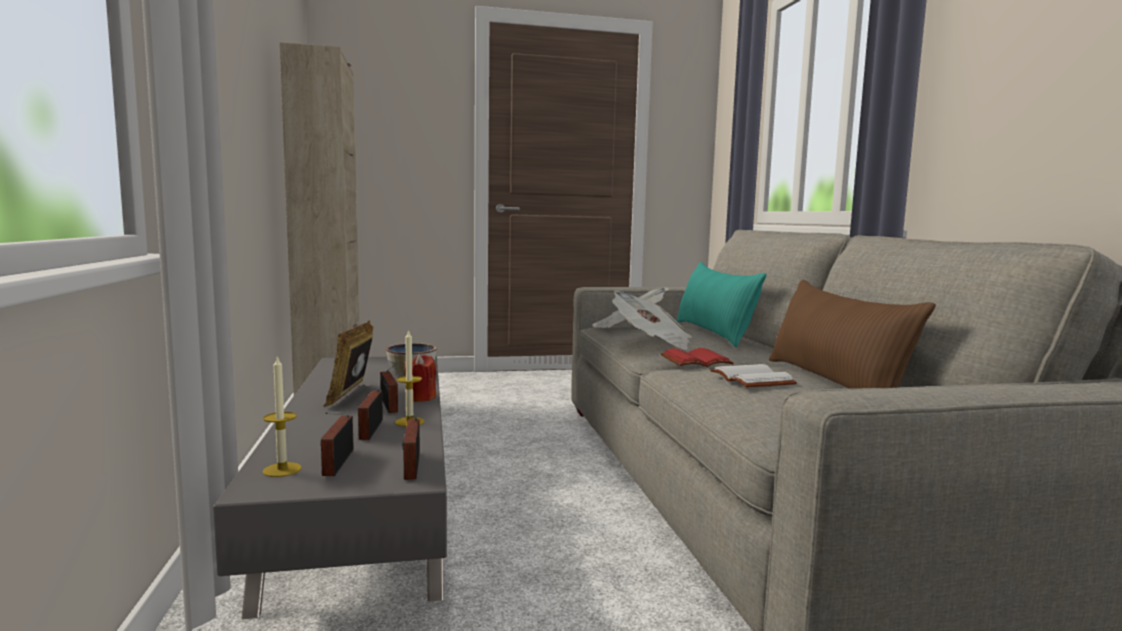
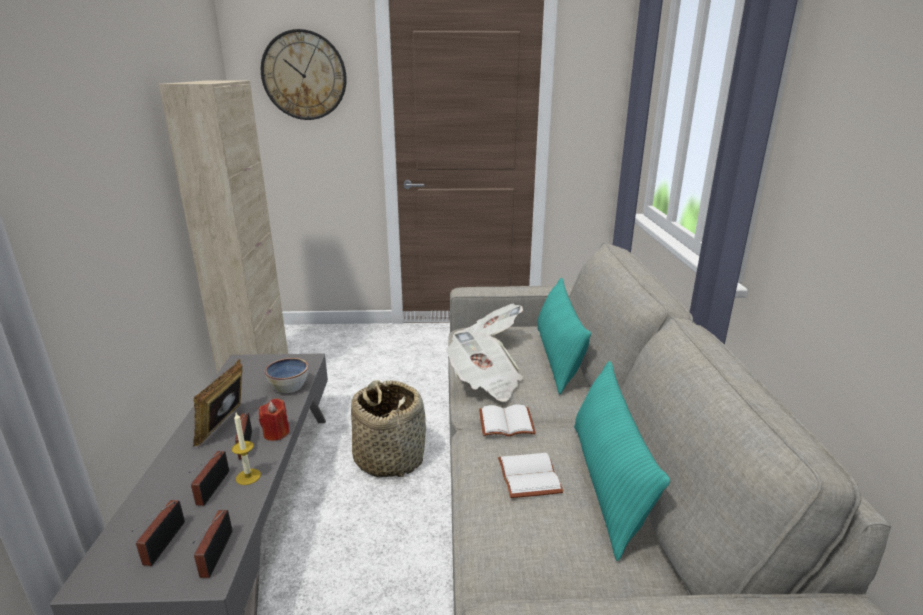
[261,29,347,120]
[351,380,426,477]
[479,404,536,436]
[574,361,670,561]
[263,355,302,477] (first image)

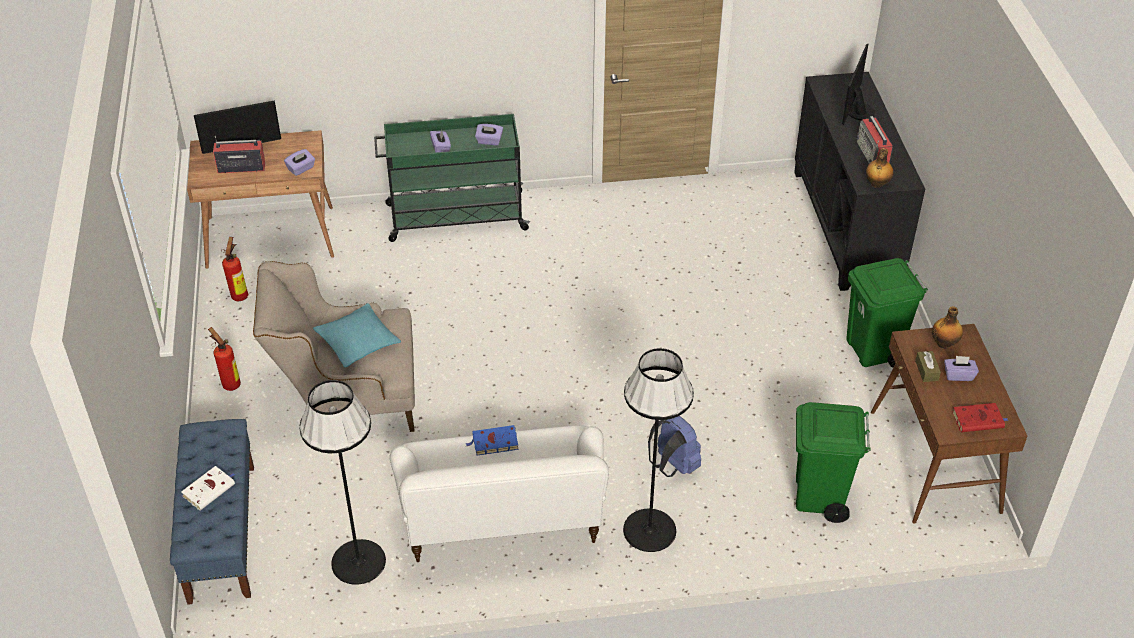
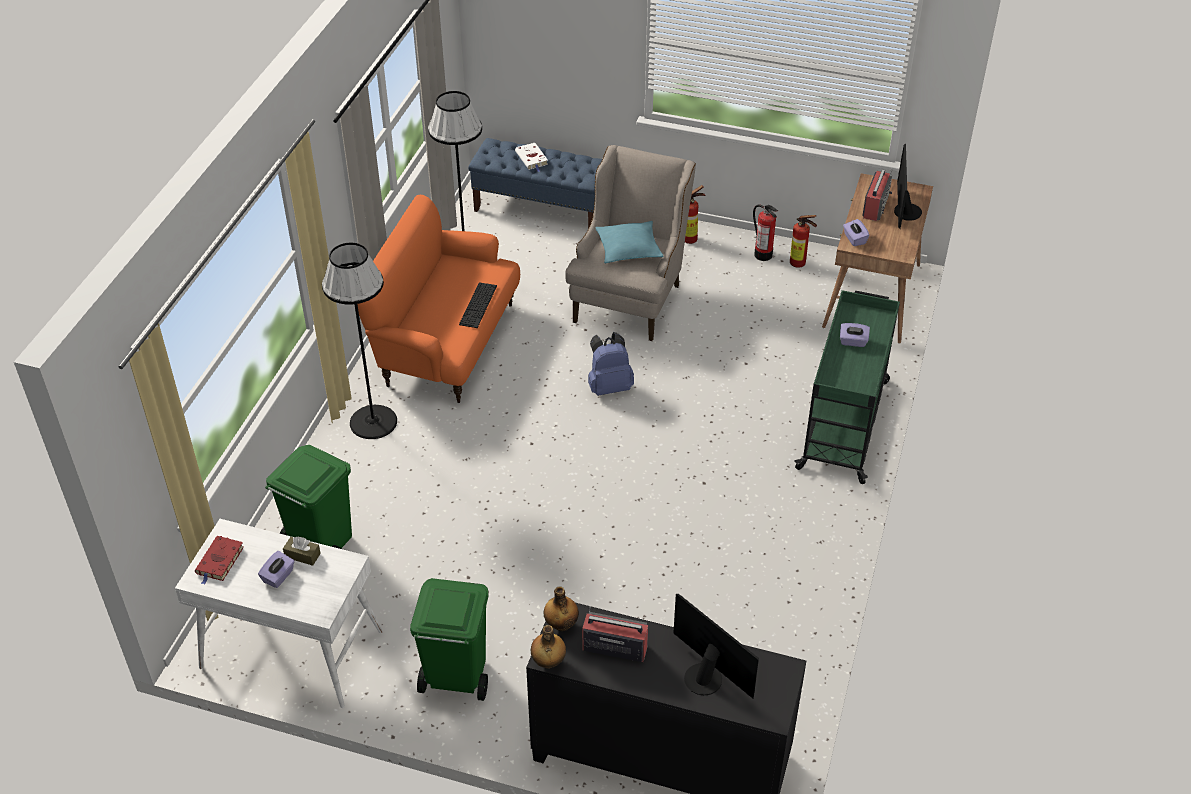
[175,519,383,708]
[358,195,520,403]
[459,282,497,328]
[531,625,566,669]
[588,332,634,396]
[753,204,778,261]
[475,124,503,145] (first image)

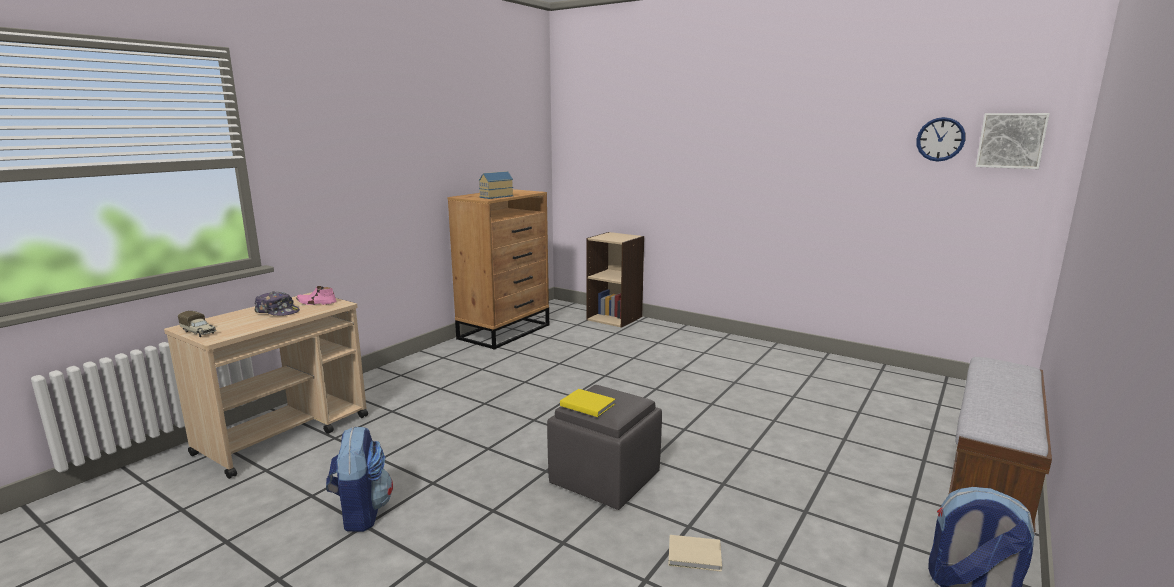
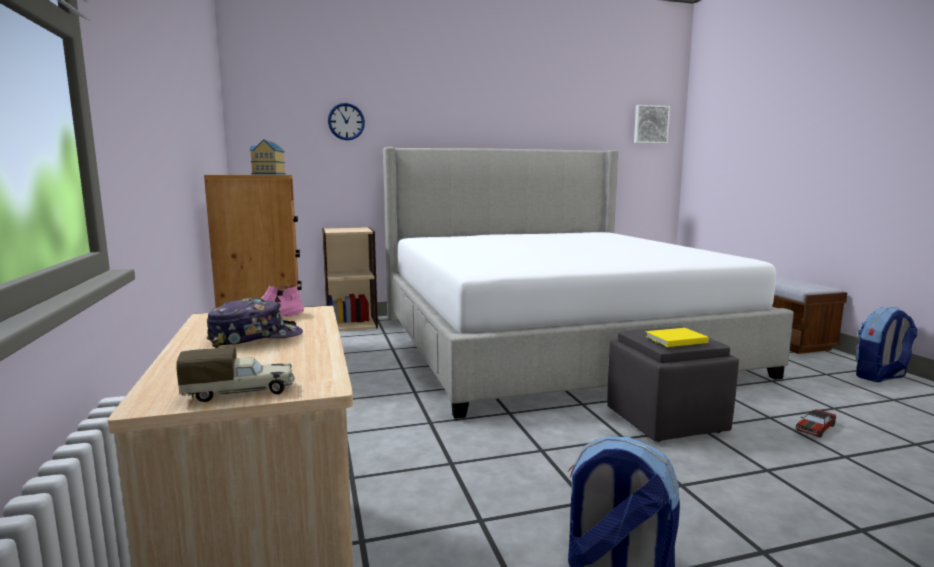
[328,103,365,140]
[383,147,794,419]
[796,409,836,438]

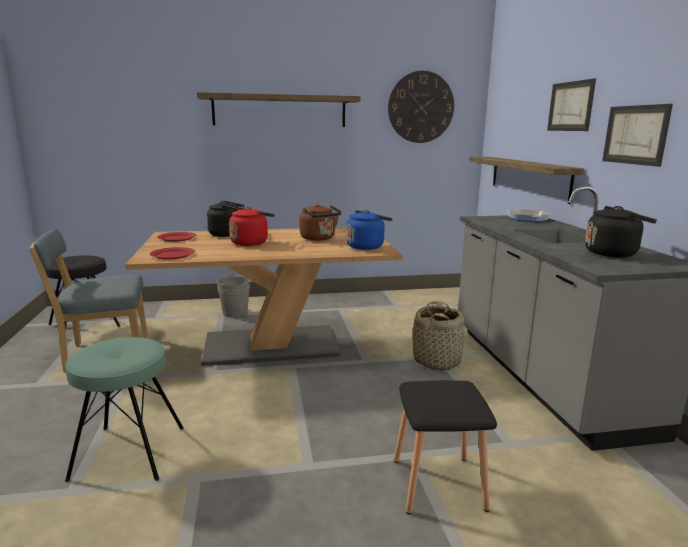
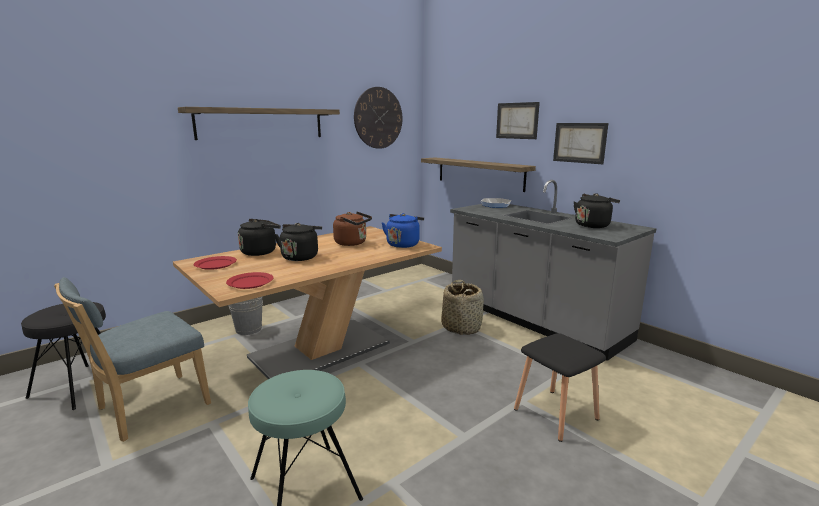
[274,223,322,261]

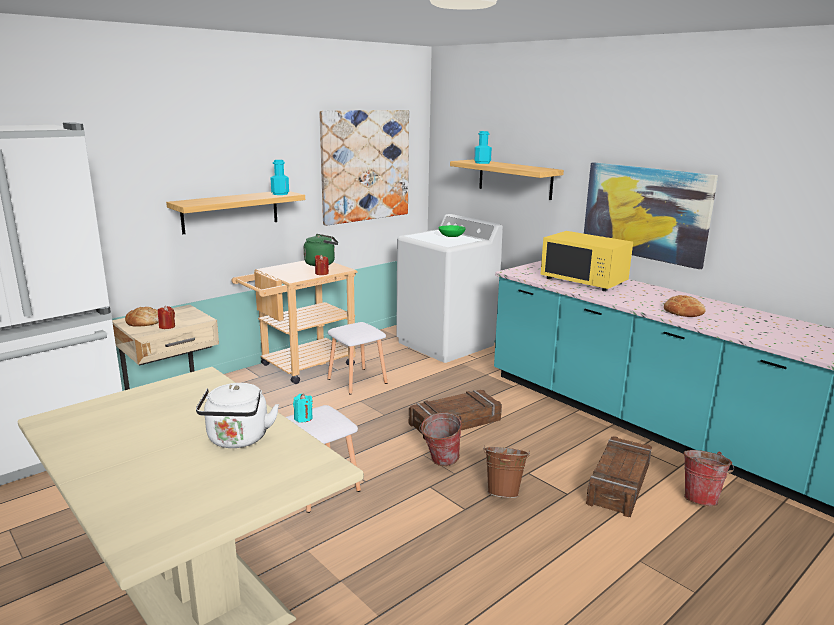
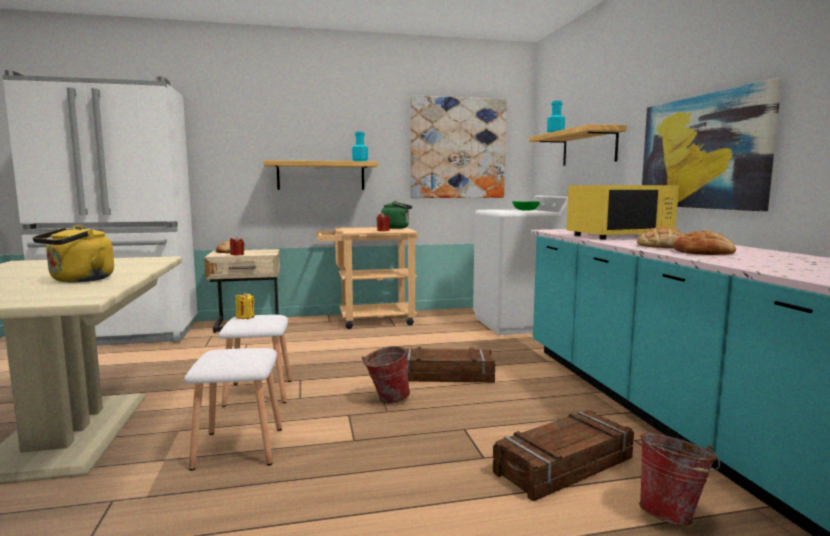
[32,225,114,282]
[184,348,282,470]
[235,292,255,319]
[566,185,679,240]
[637,226,686,248]
[483,445,530,498] (first image)

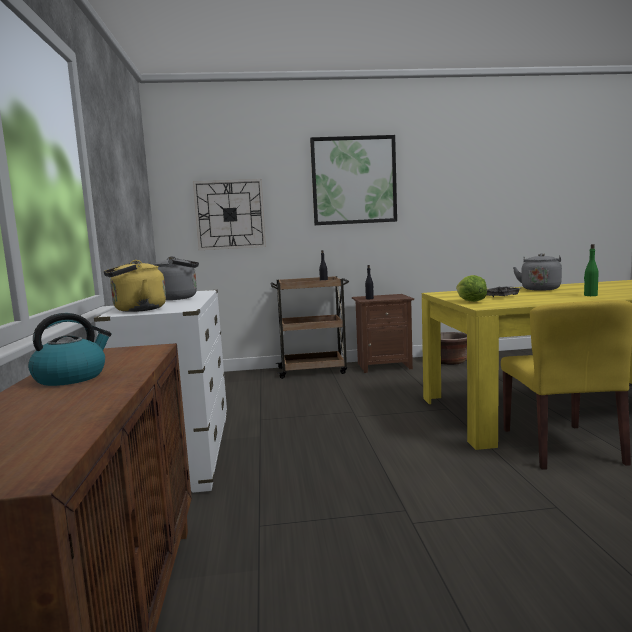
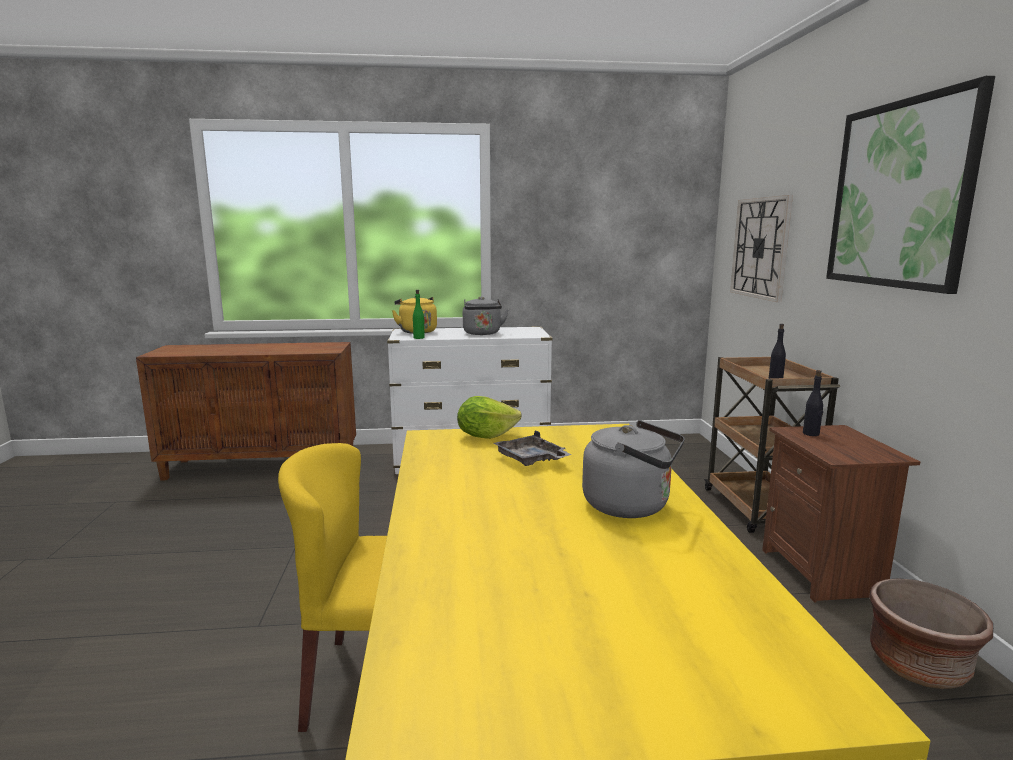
[413,290,425,339]
[28,313,111,386] (first image)

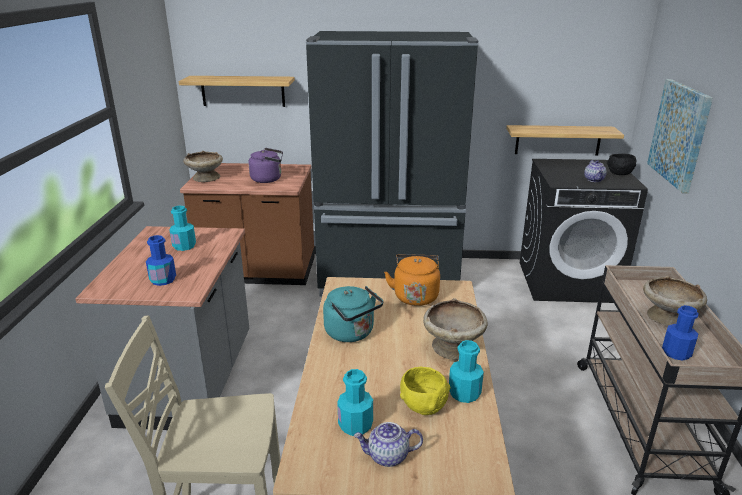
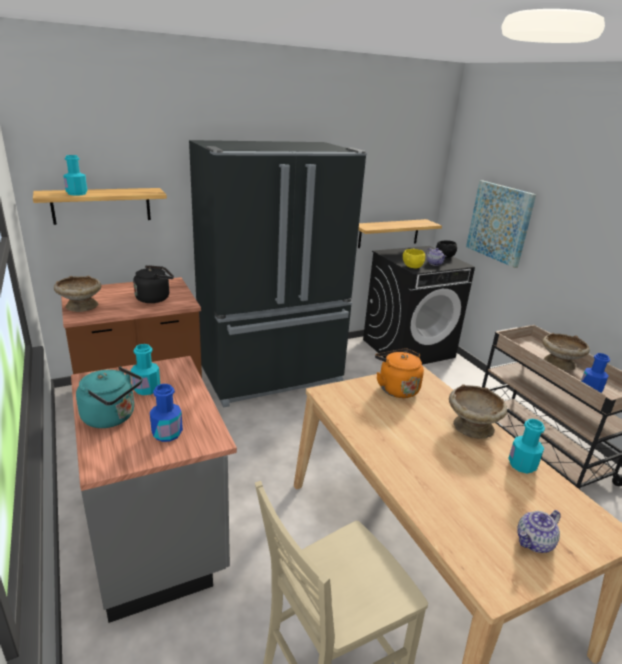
[63,155,88,196]
[76,366,142,428]
[133,265,174,303]
[403,249,425,268]

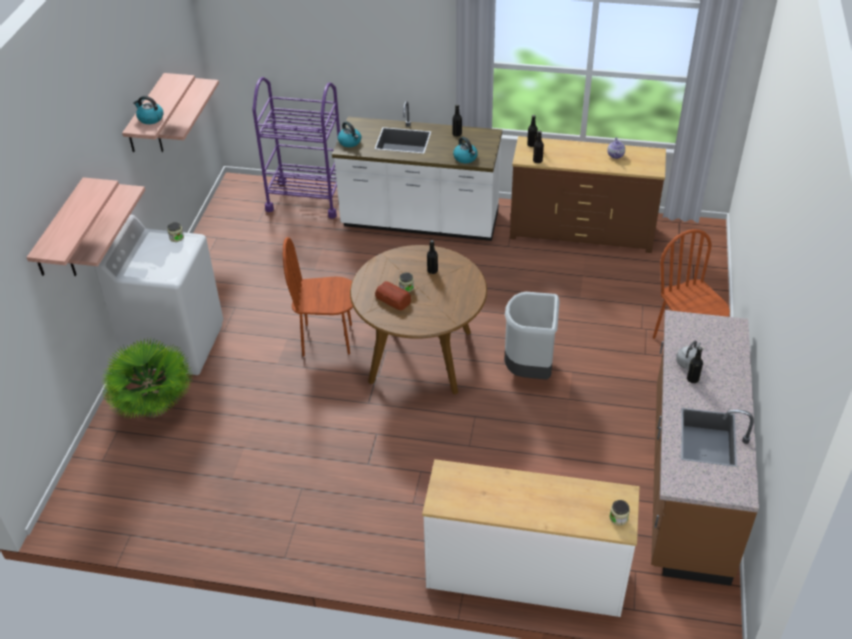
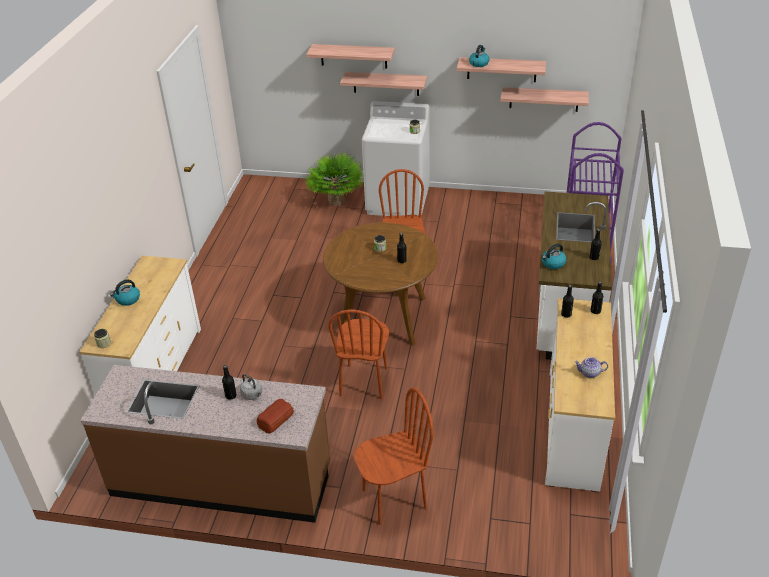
[110,280,140,306]
[256,399,294,434]
[328,309,389,399]
[545,298,615,492]

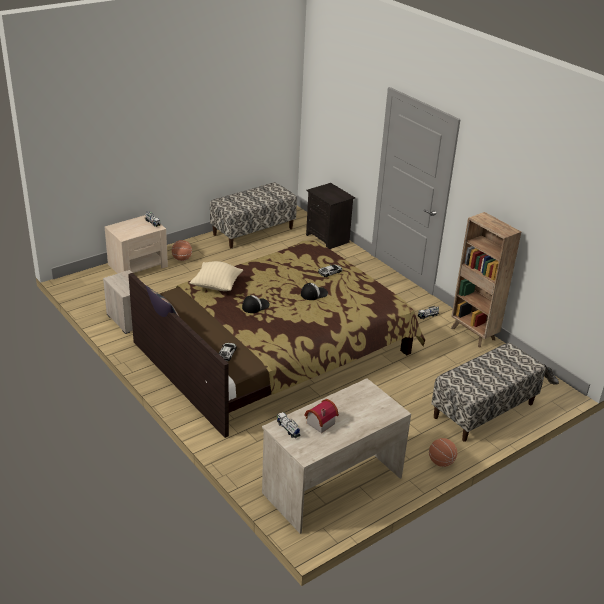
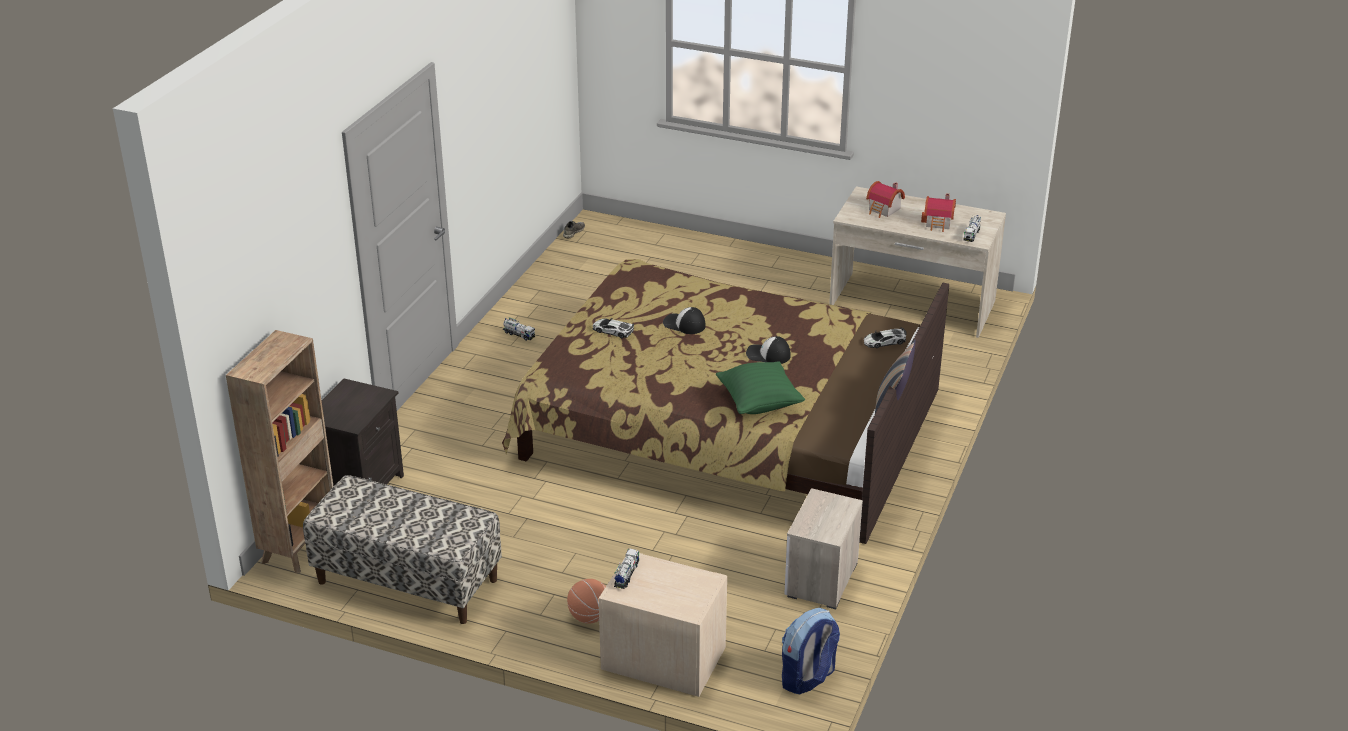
[226,330,334,573]
[716,361,805,414]
[782,608,840,695]
[866,181,905,218]
[429,438,457,467] (first image)
[431,343,546,442] (first image)

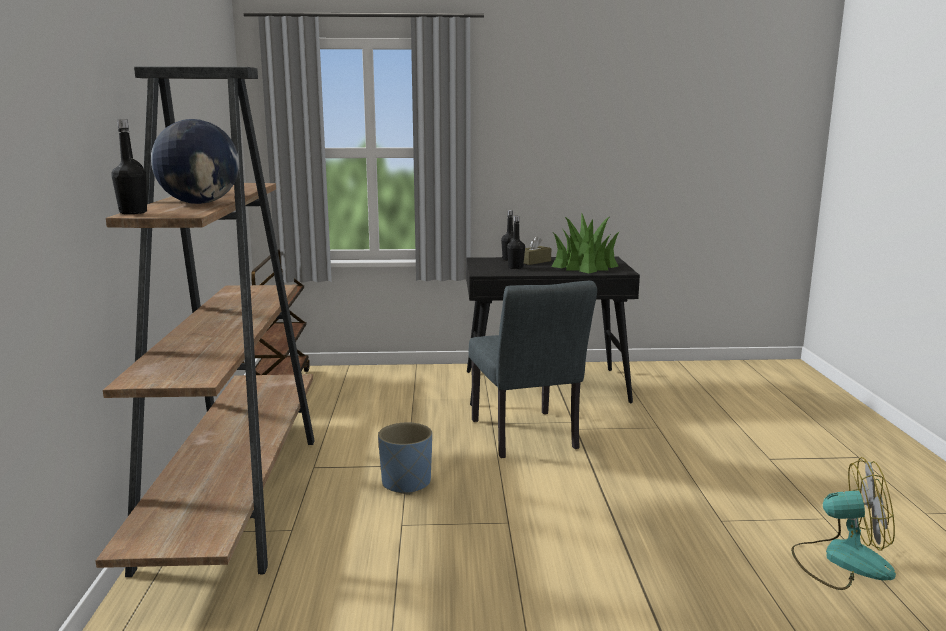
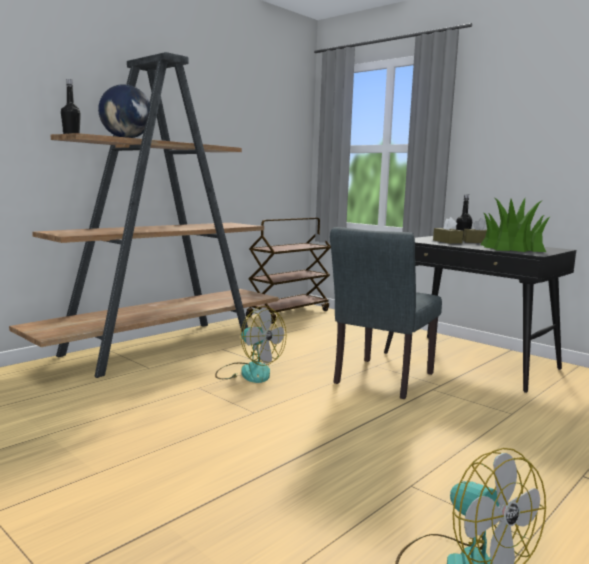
[215,306,286,383]
[433,217,463,244]

